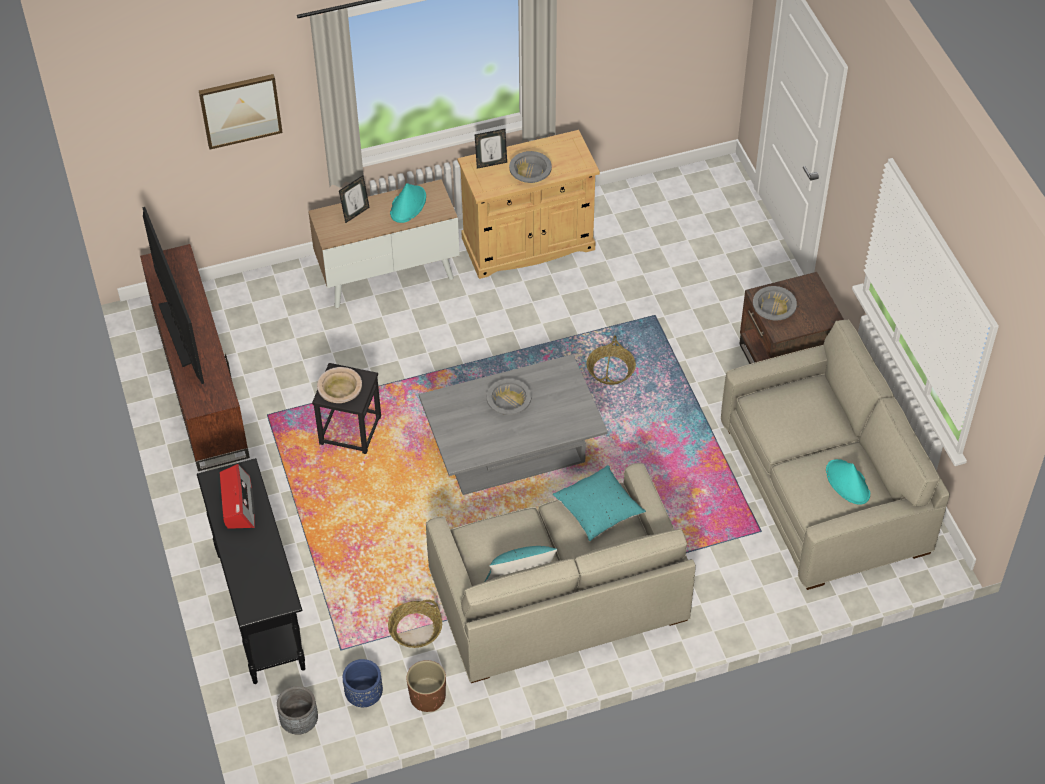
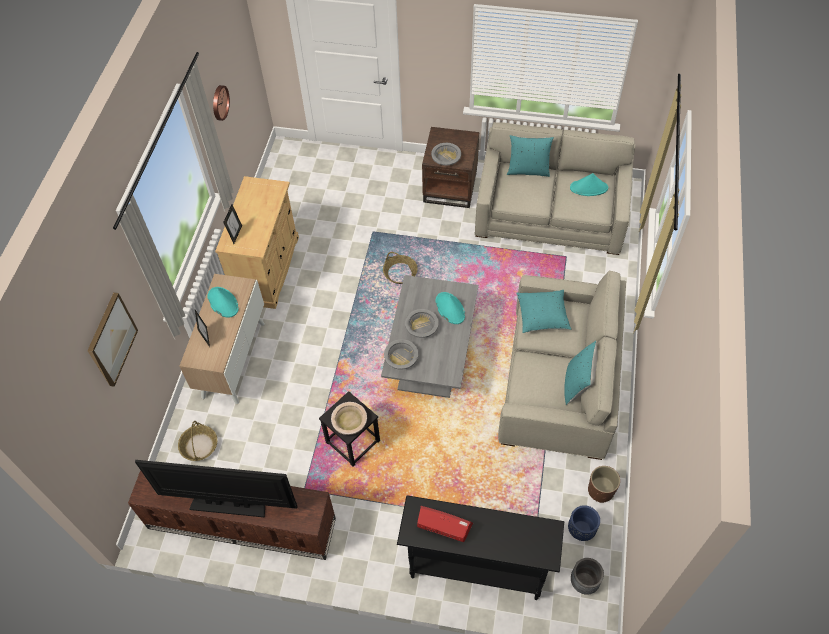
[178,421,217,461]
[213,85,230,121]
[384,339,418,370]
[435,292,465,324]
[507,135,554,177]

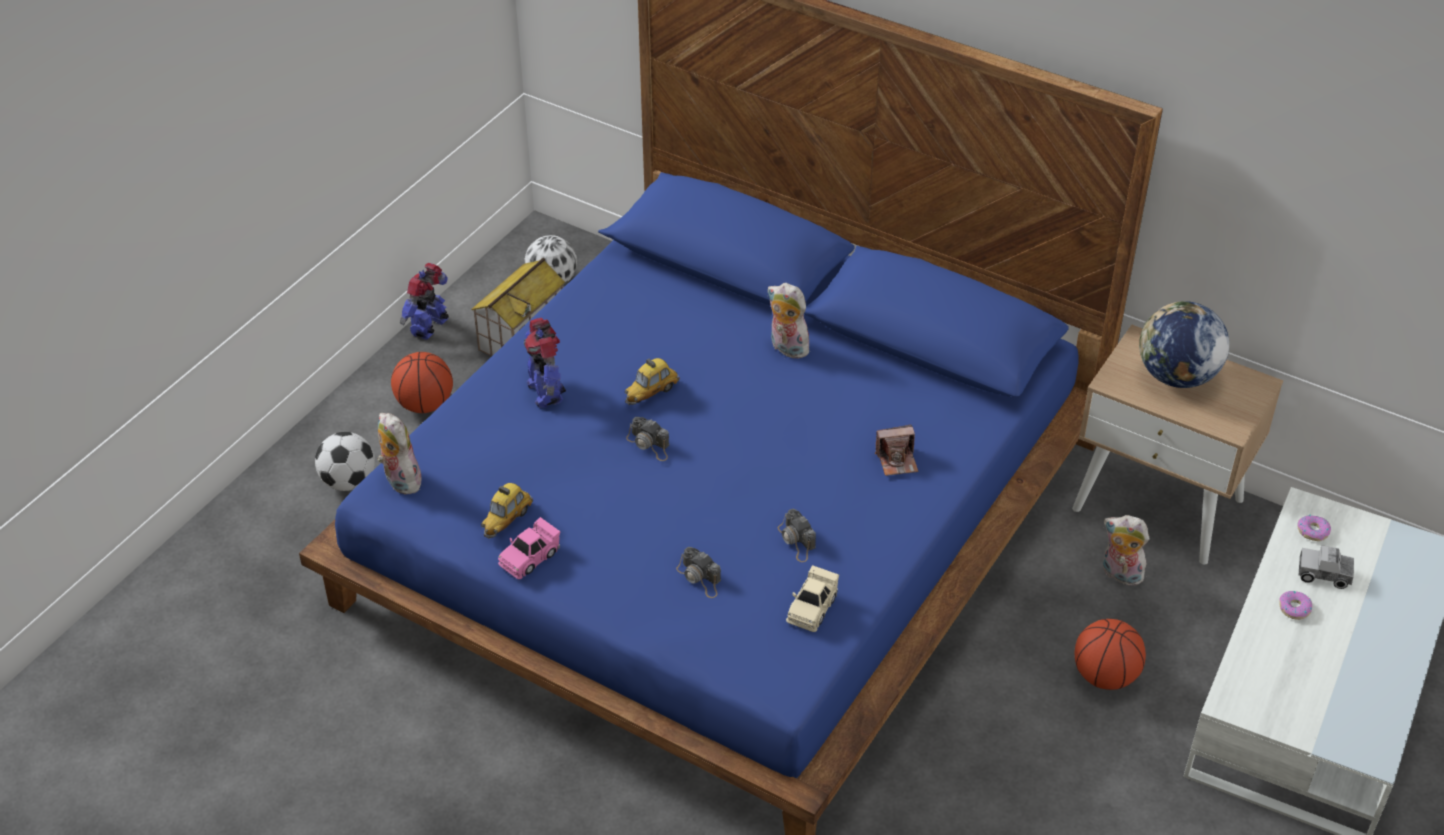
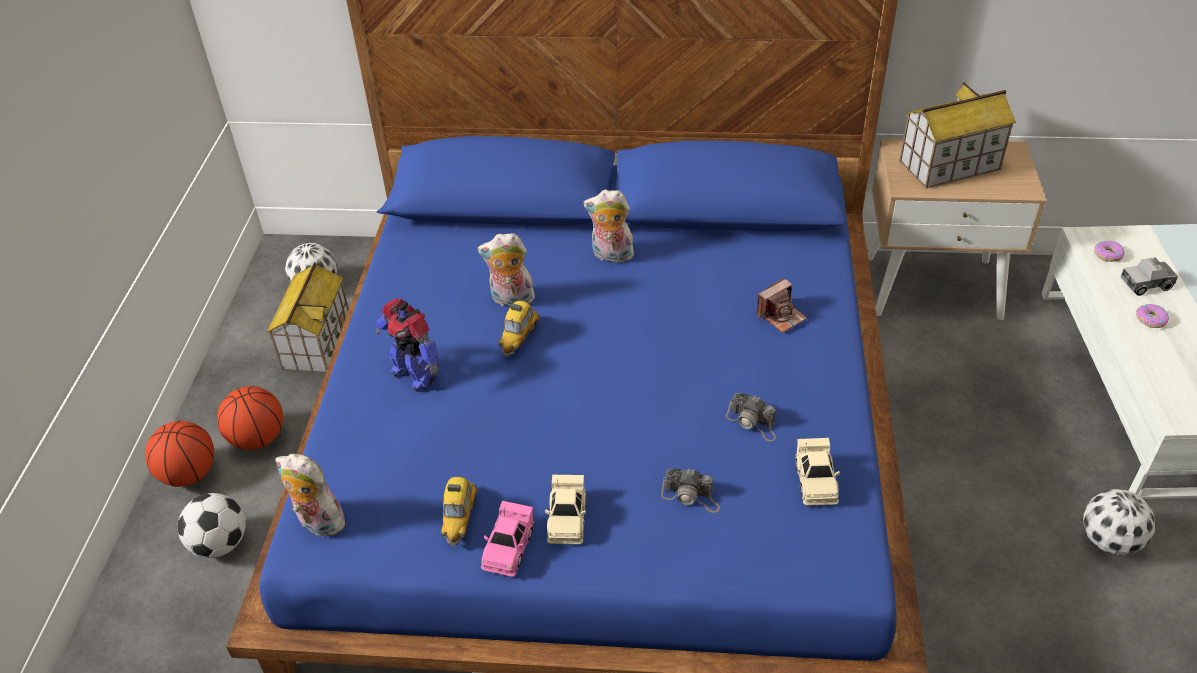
[145,421,214,487]
[478,233,535,306]
[545,475,586,544]
[899,82,1016,188]
[1083,489,1155,556]
[400,263,449,340] (first image)
[626,417,669,461] (first image)

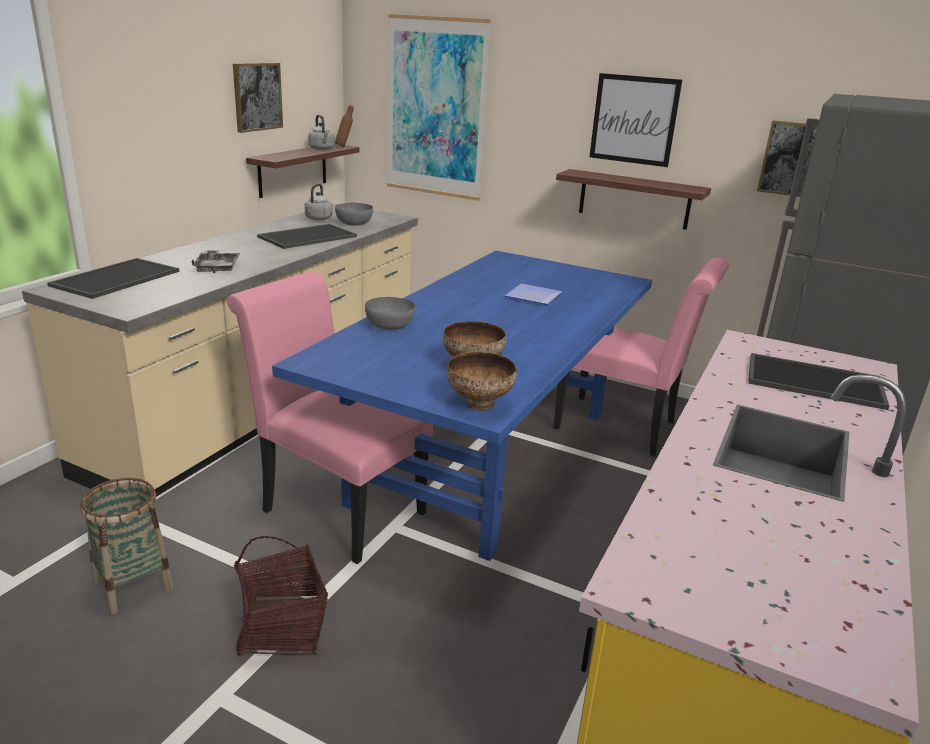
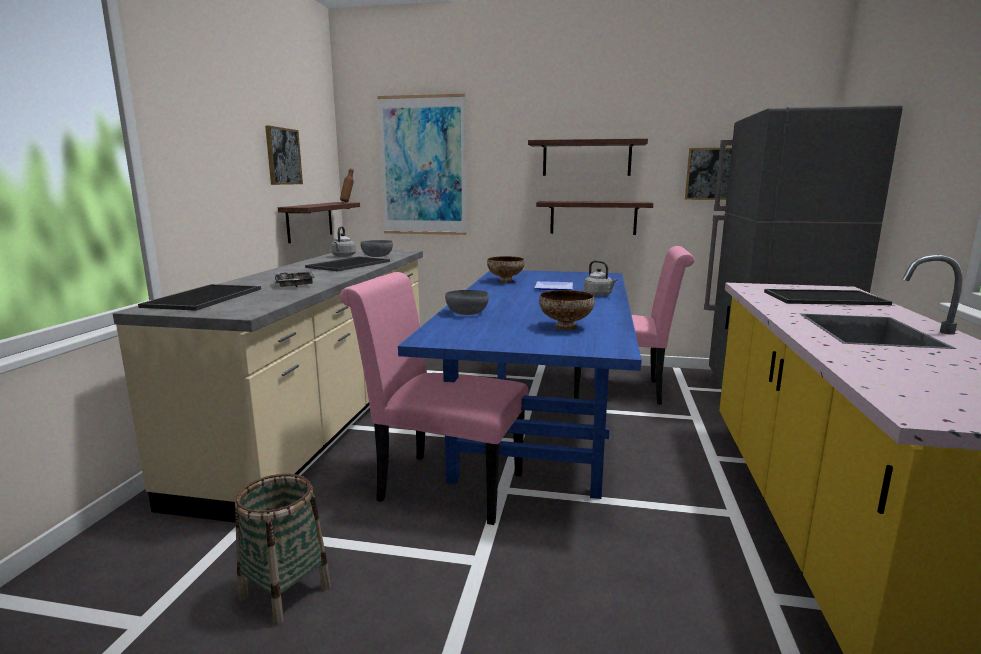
[487,256,525,283]
[528,138,648,176]
[584,260,617,296]
[234,536,328,656] (first image)

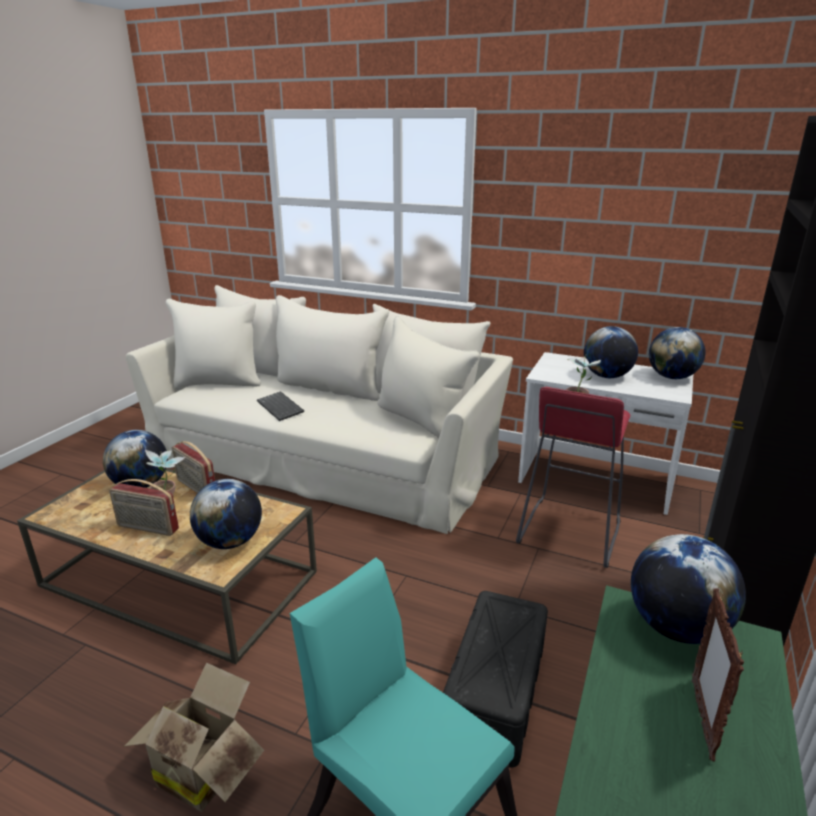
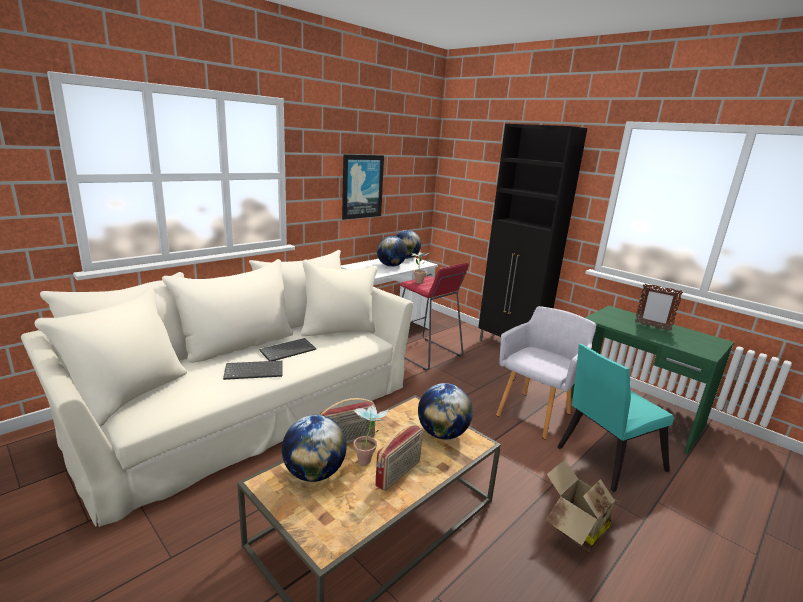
[259,338,316,361]
[342,154,384,220]
[496,306,596,439]
[631,534,746,644] (first image)

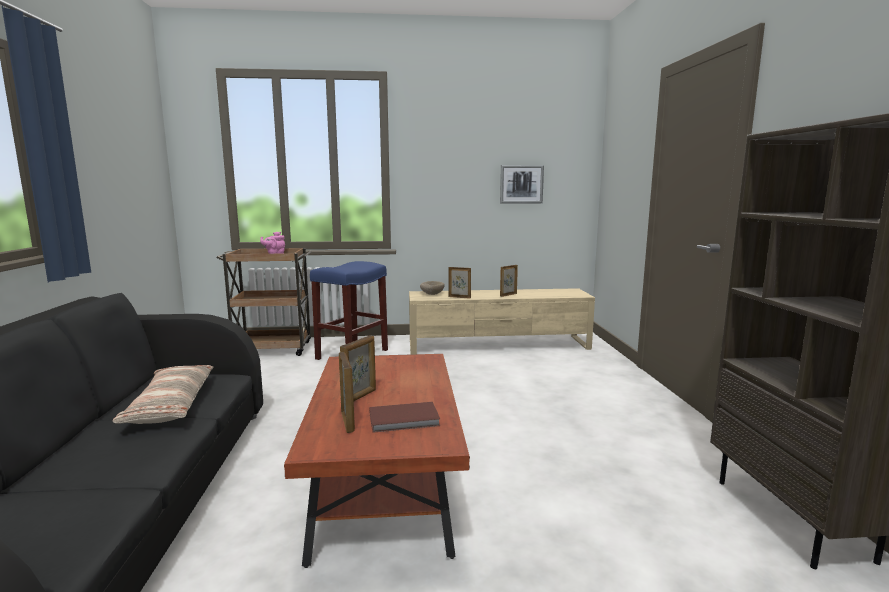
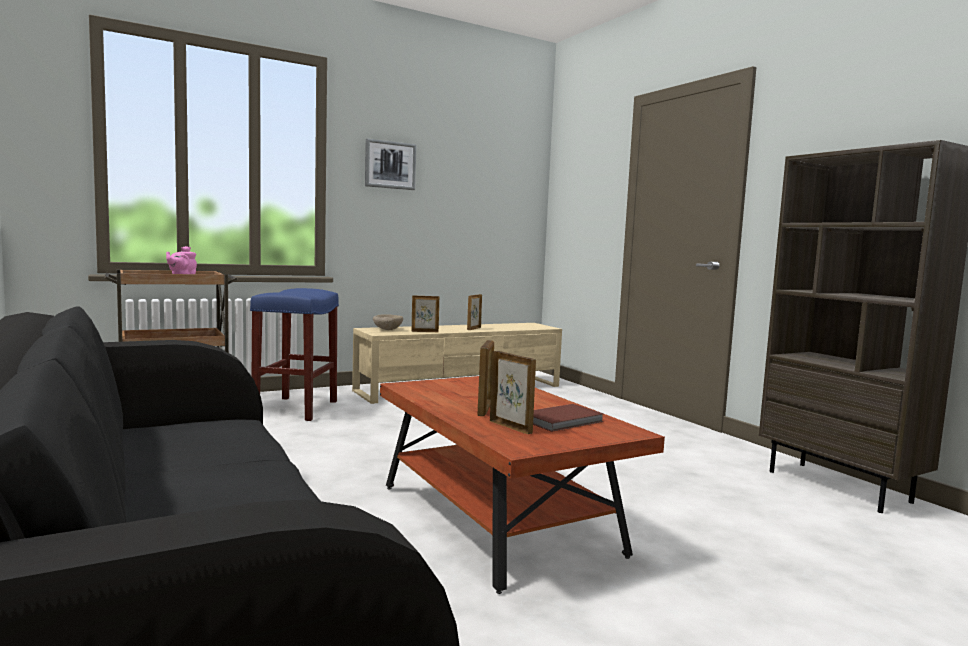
[365,139,416,190]
[113,365,214,424] (first image)

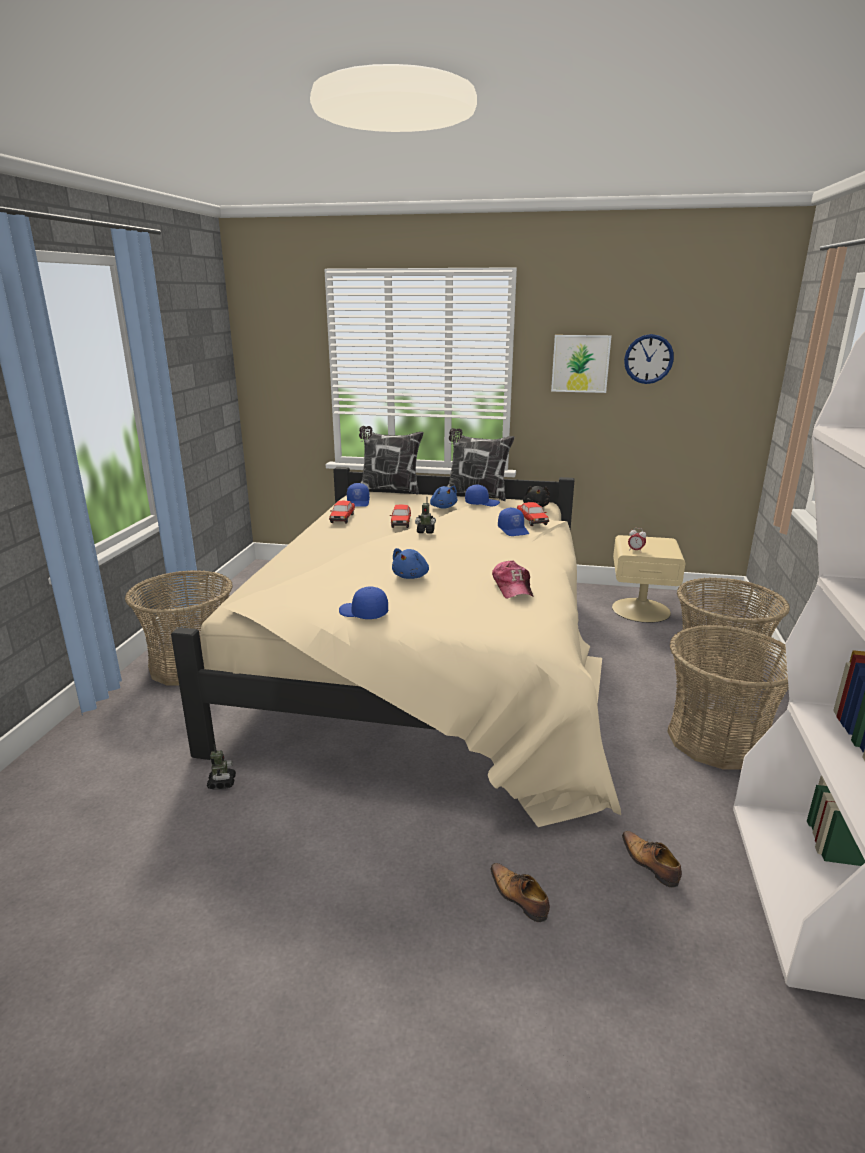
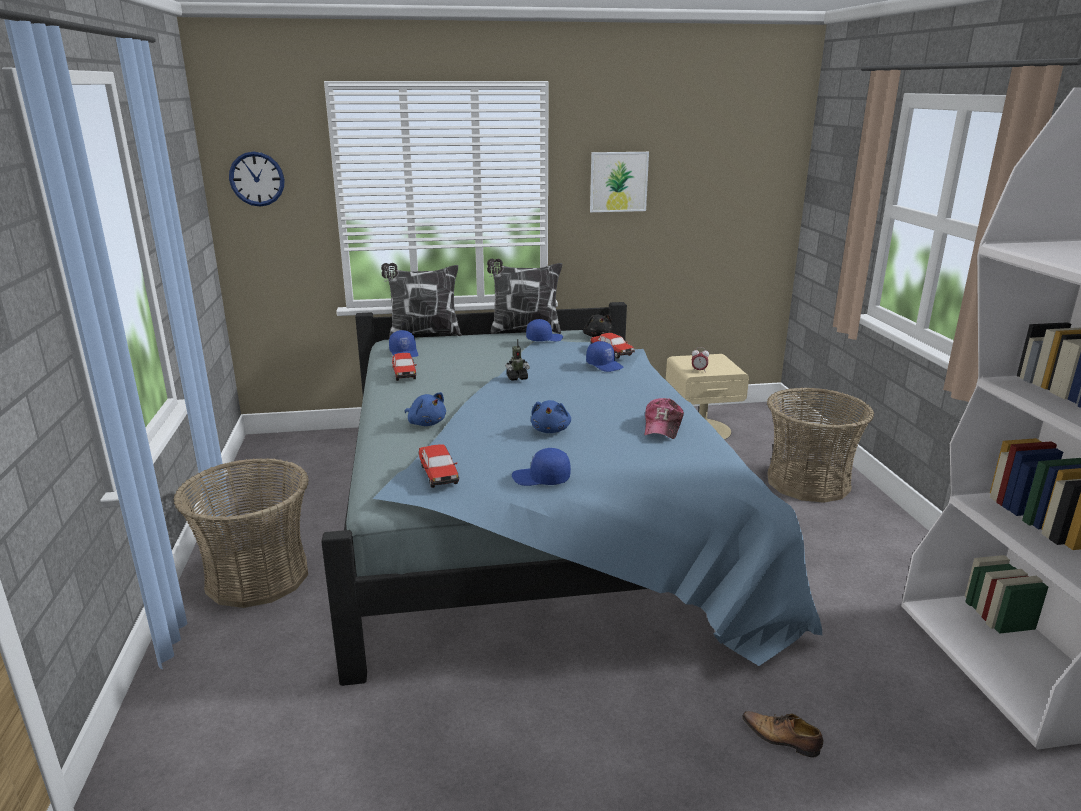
[229,152,284,207]
[321,302,822,686]
[405,392,446,426]
[419,444,459,488]
[644,398,684,439]
[207,744,236,790] (first image)
[622,831,682,887] (first image)
[667,625,788,770] (first image)

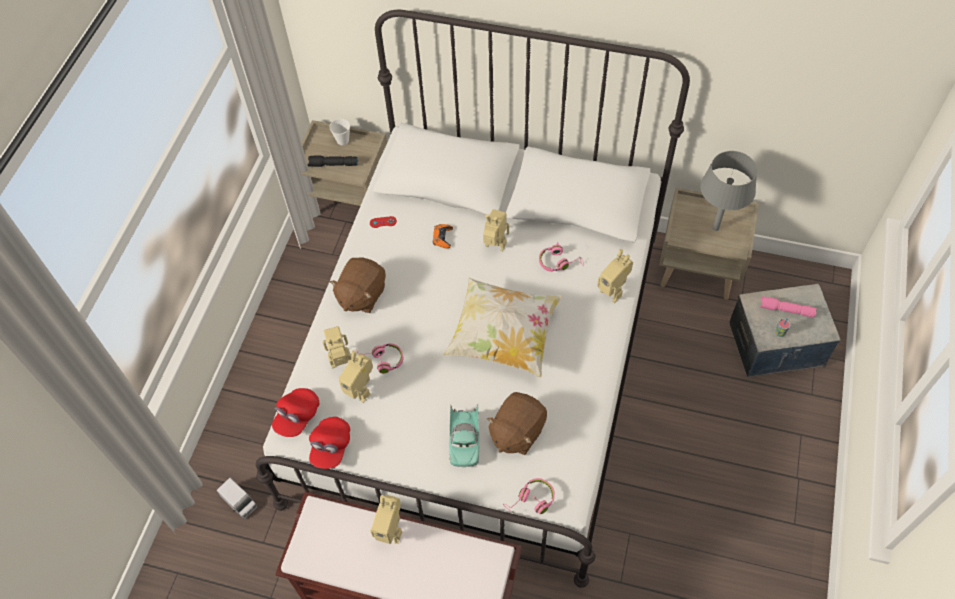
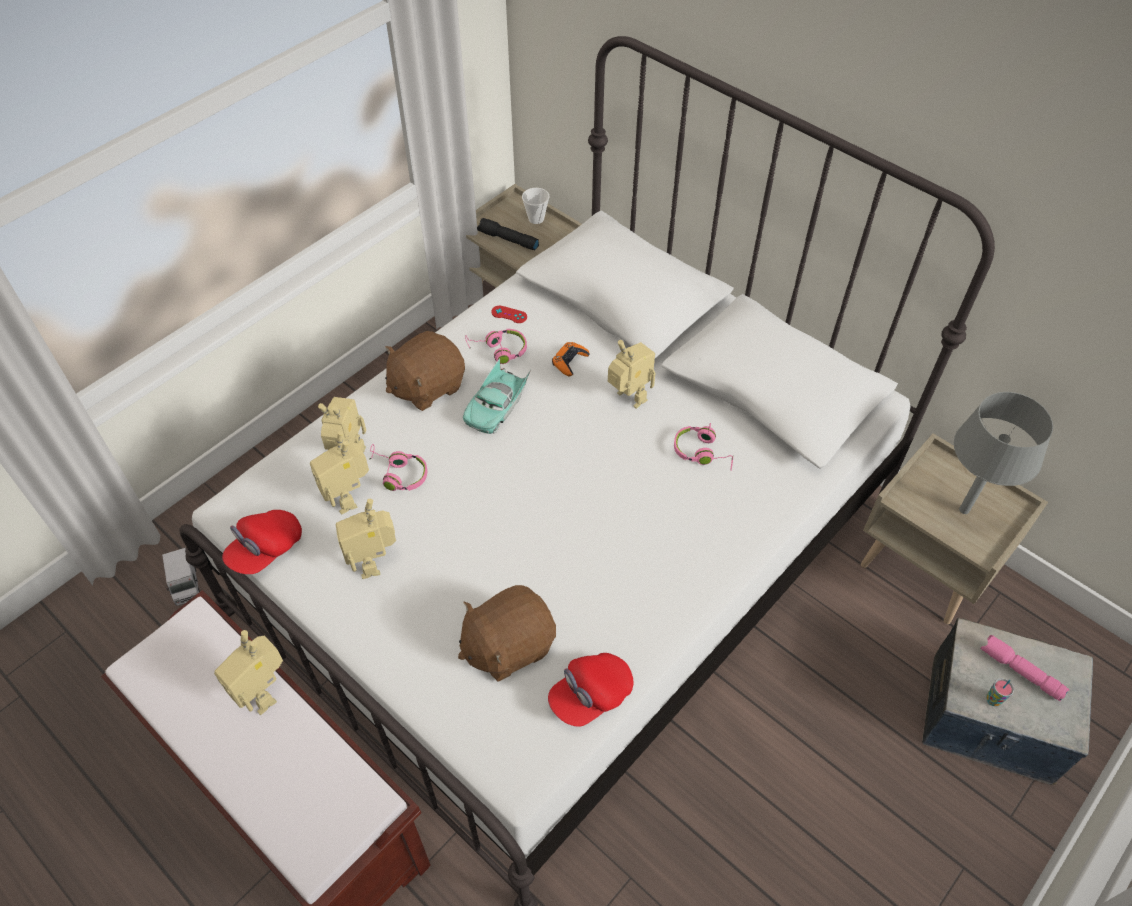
[335,499,396,579]
[463,358,531,434]
[465,329,527,364]
[548,653,634,727]
[444,278,562,377] (first image)

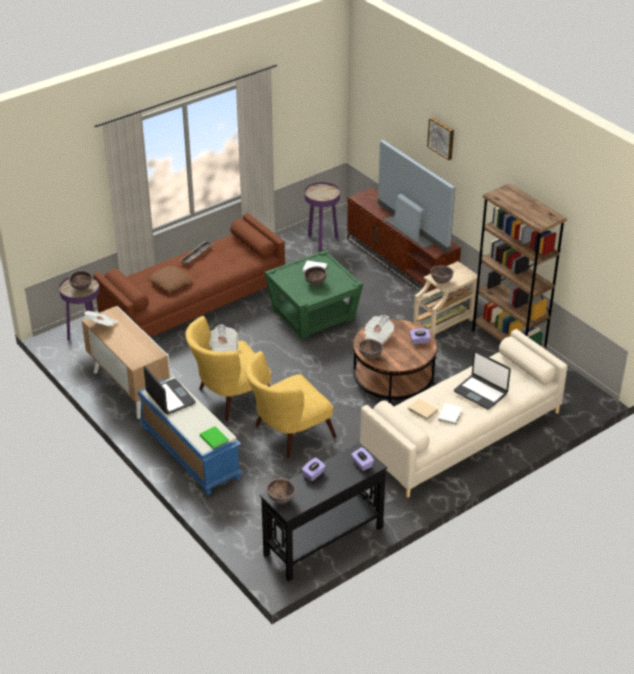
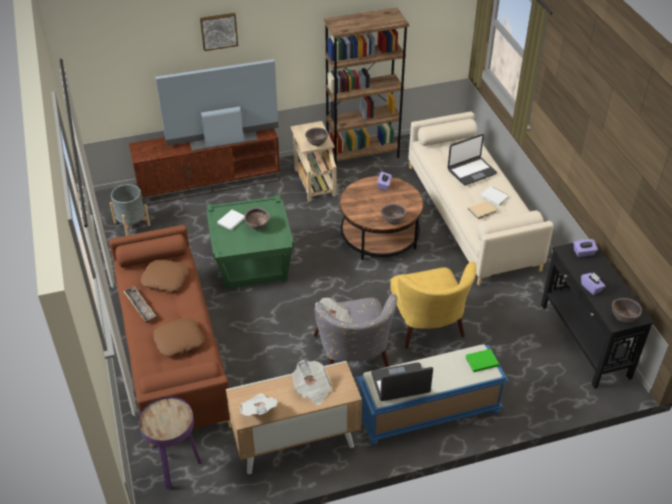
[110,184,150,236]
[140,259,189,291]
[292,360,333,405]
[313,294,397,367]
[69,270,93,290] (first image)

